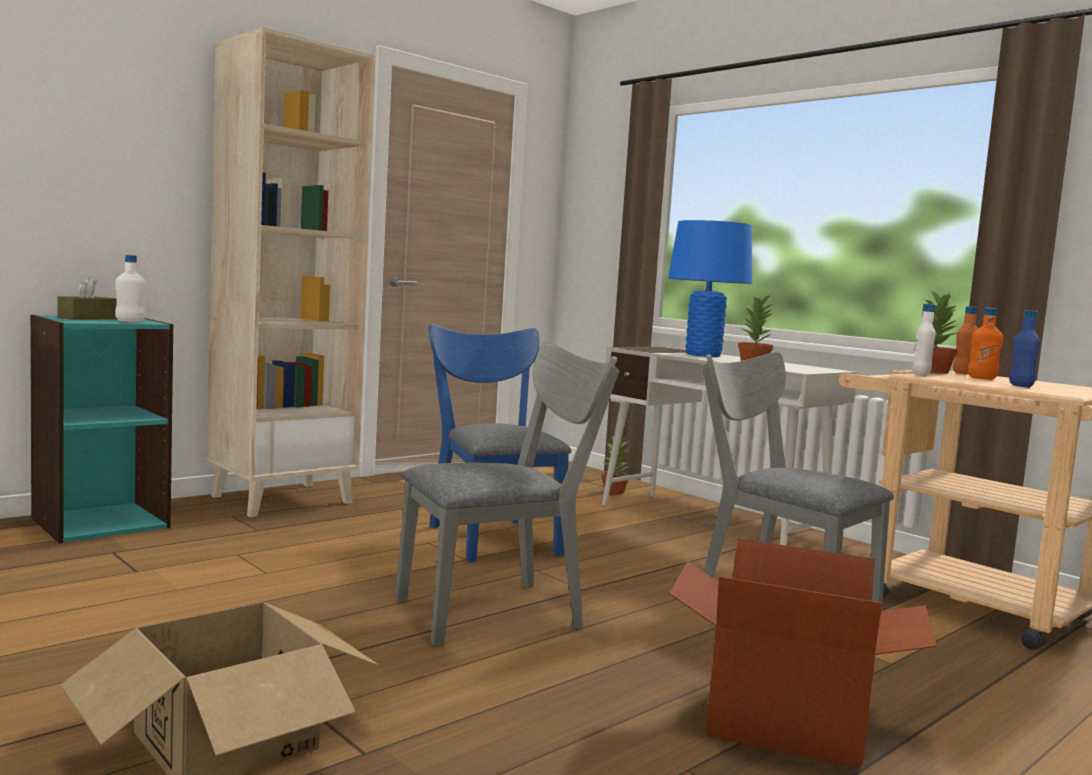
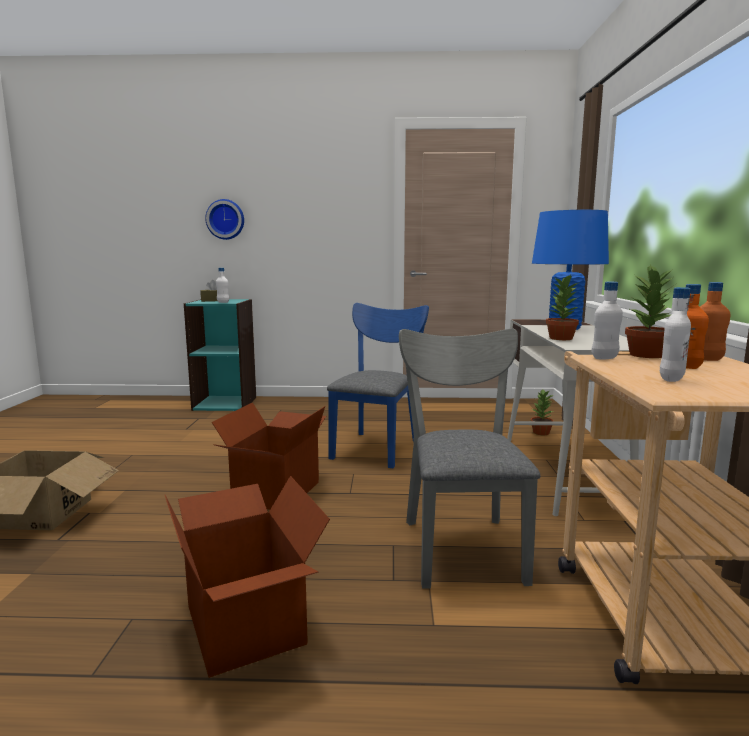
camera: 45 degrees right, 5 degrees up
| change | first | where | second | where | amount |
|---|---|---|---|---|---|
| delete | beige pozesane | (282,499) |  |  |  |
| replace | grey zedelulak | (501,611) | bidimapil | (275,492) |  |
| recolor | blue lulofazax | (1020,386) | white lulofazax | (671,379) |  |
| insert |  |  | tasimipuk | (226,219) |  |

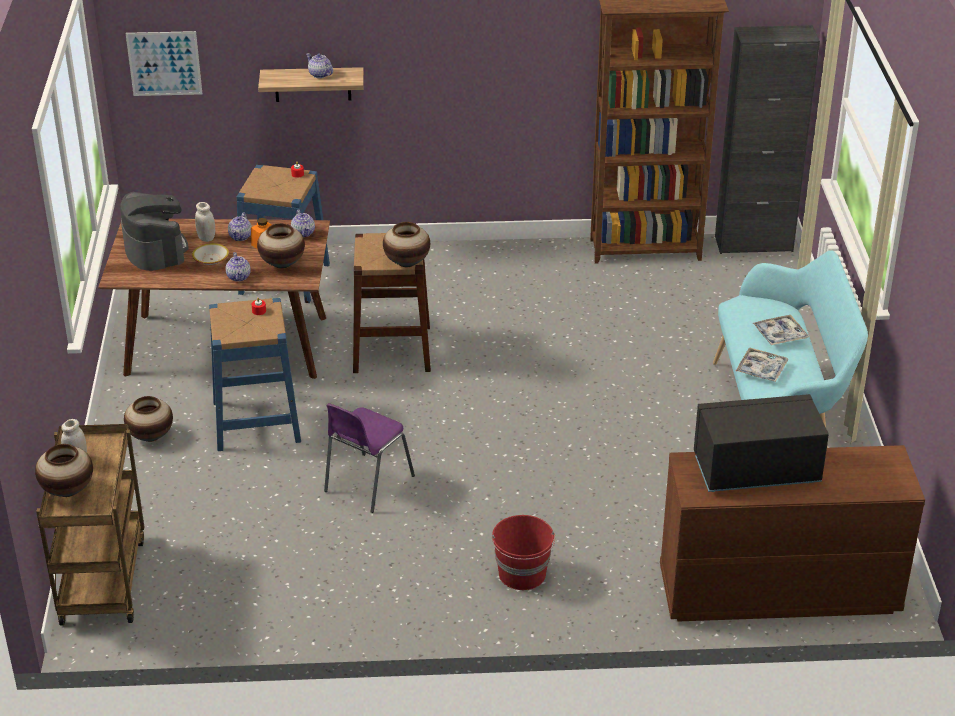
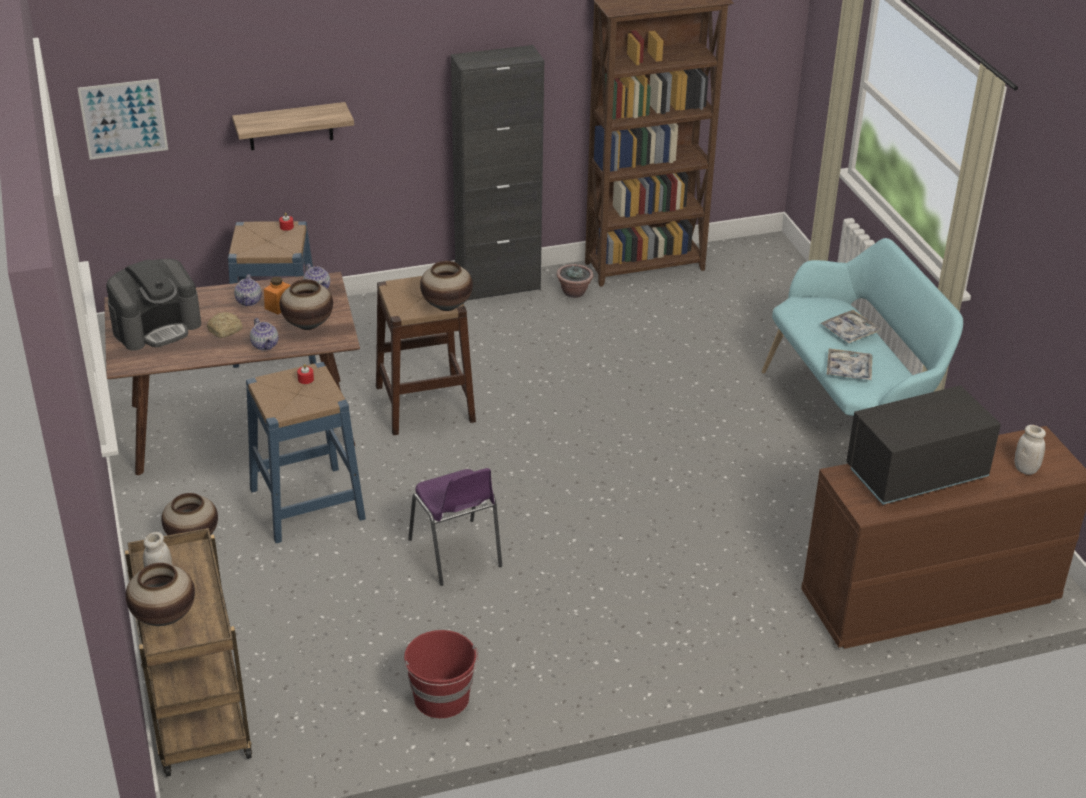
camera: 15 degrees left, 0 degrees up
| change | first | where | second | where | amount |
|---|---|---|---|---|---|
| rotate | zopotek | (155,249) |  | (157,327) | 90 degrees clockwise |
| replace | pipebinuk | (211,259) | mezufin | (226,330) |  |
| move | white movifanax | (206,238) |  | (1025,469) |  |
| delete | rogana | (319,74) |  |  |  |
| rotate | purple zedelulak | (367,484) |  | (456,554) | 45 degrees counterclockwise |
| move | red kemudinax | (522,574) |  | (442,698) |  |
| move | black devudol | (753,244) |  | (498,286) |  |
| insert |  |  | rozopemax | (574,292) |  |

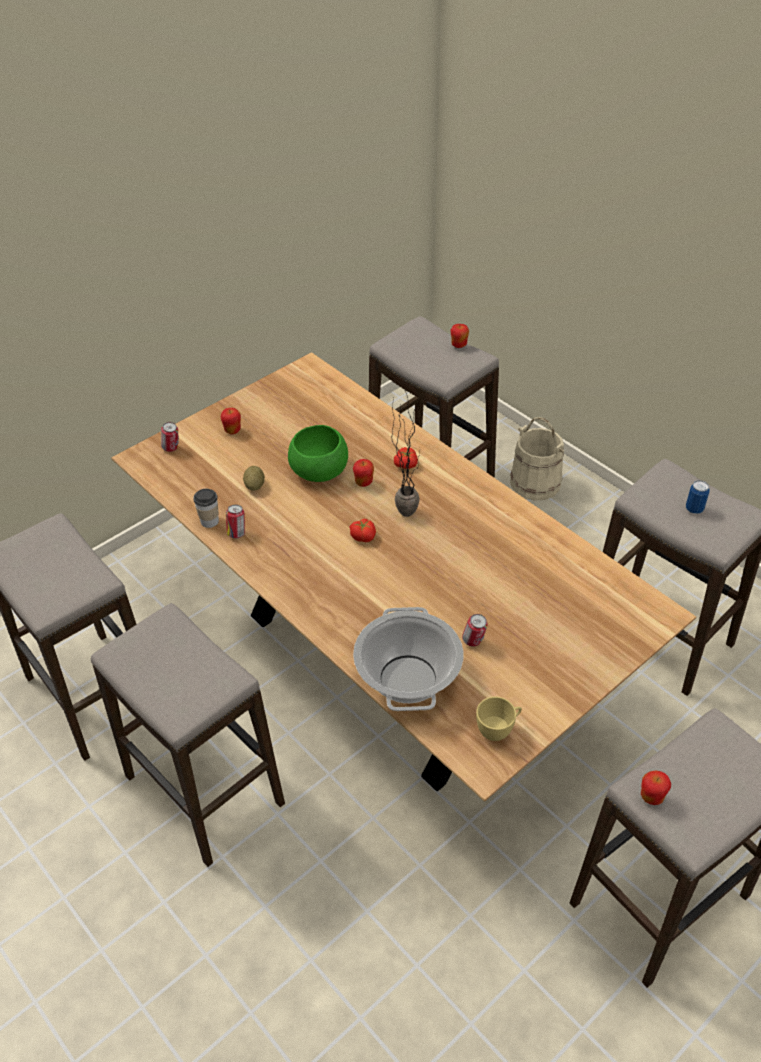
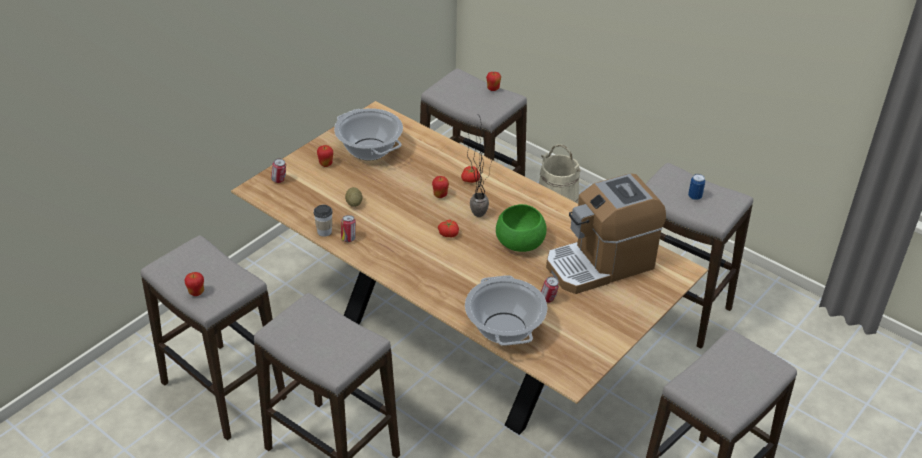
camera: 10 degrees left, 5 degrees down
| change | first | where | second | where | amount |
|---|---|---|---|---|---|
| move | green pipebinuk | (318,470) |  | (519,242) |  |
| delete | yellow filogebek | (498,729) |  |  |  |
| move | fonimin | (651,797) |  | (196,292) |  |
| insert |  |  | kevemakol | (369,149) |  |
| insert |  |  | zopotek | (600,264) |  |

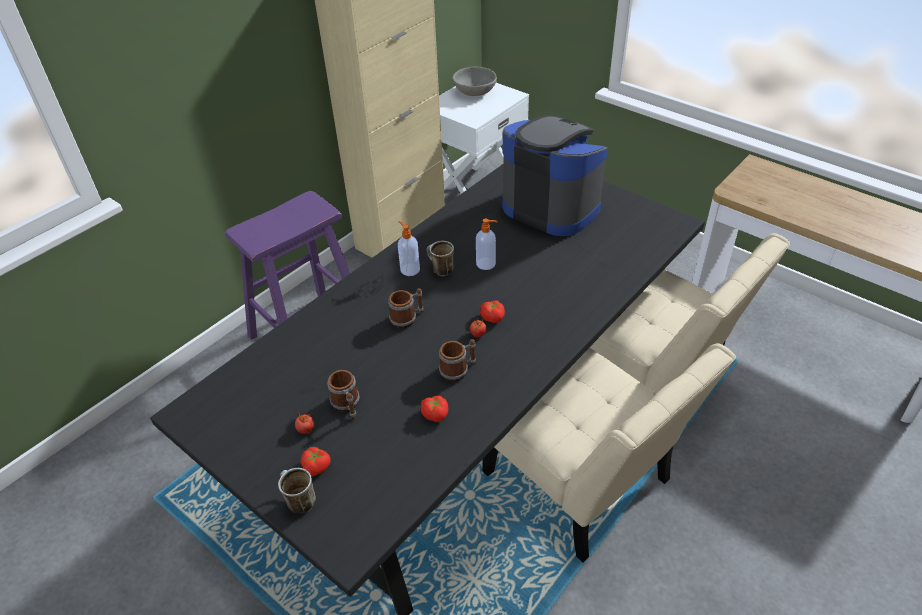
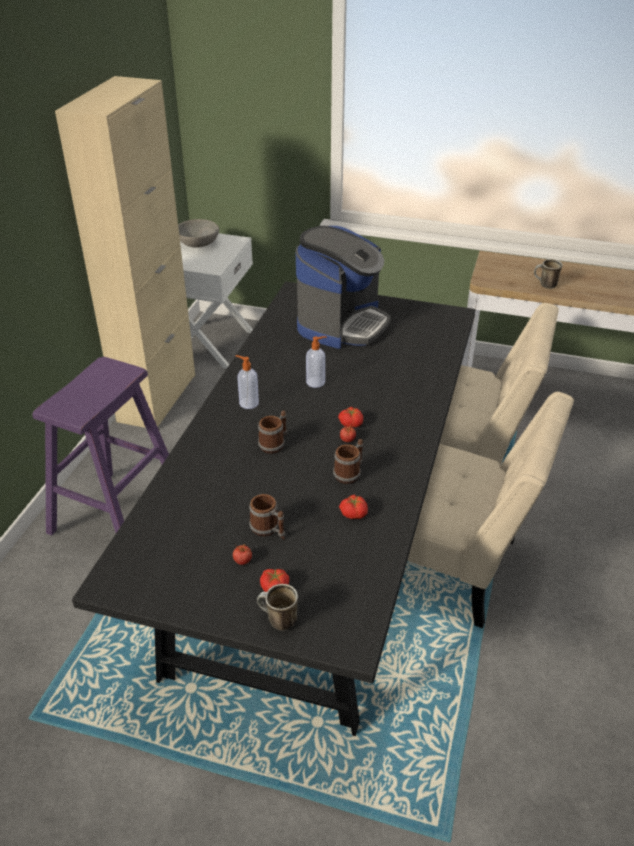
camera: 25 degrees left, 5 degrees down
| change | first | where | second | where | amount |
|---|---|---|---|---|---|
| move | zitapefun | (439,270) |  | (544,285) |  |
| rotate | zopotek | (551,207) |  | (342,324) | 105 degrees clockwise |

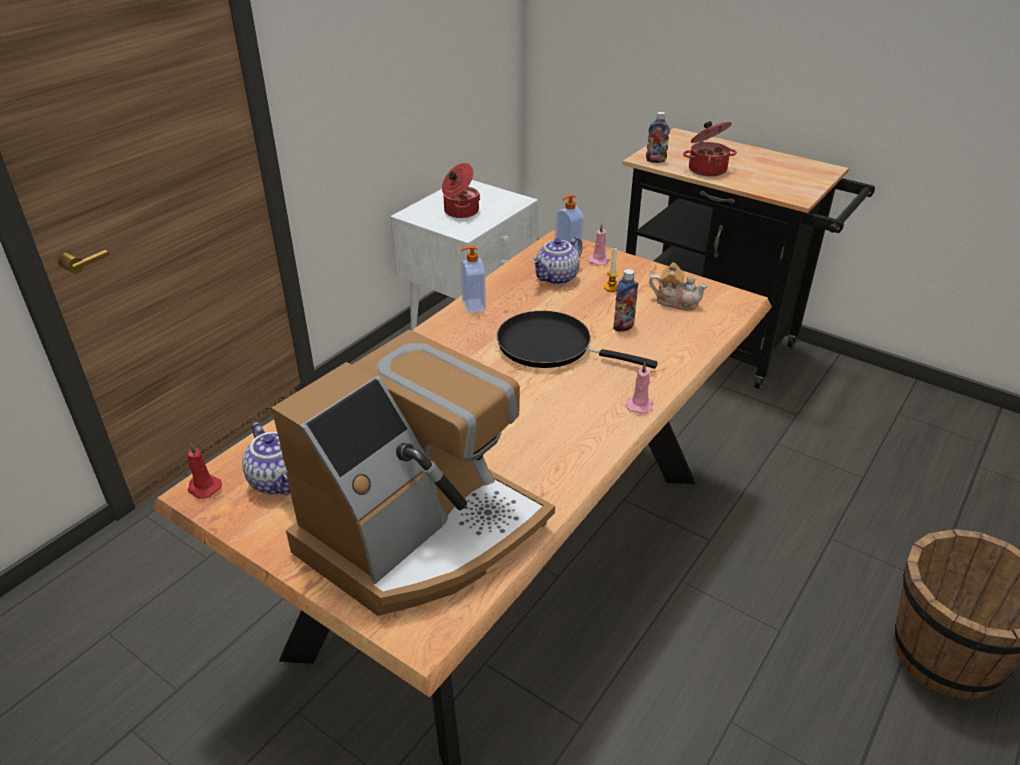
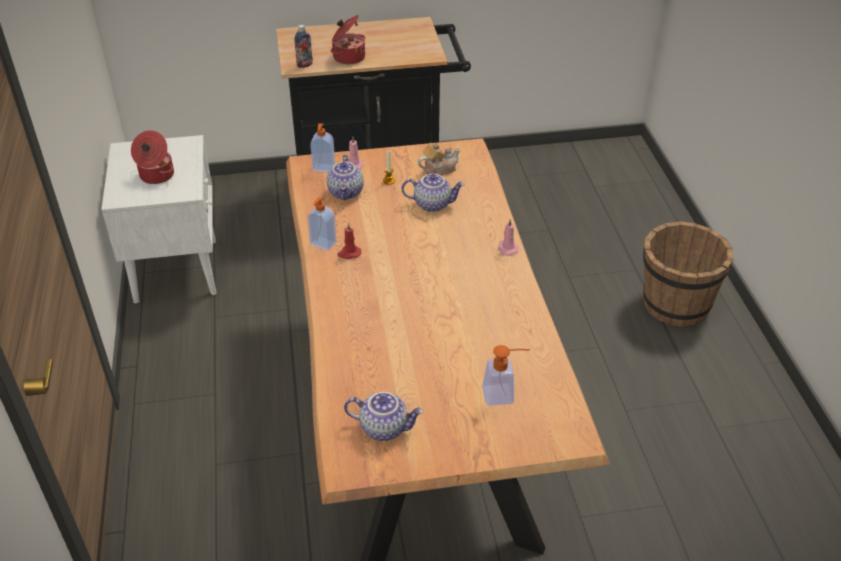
camera: 45 degrees left, 5 degrees up
| change | first | where | second | where | amount |
|---|---|---|---|---|---|
| move | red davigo | (203,487) |  | (349,253) |  |
| replace | zopotek | (422,533) | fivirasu | (504,394) |  |
| delete | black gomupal | (551,346) |  |  |  |
| replace | lulofazax | (623,326) | rogana | (433,204) |  |

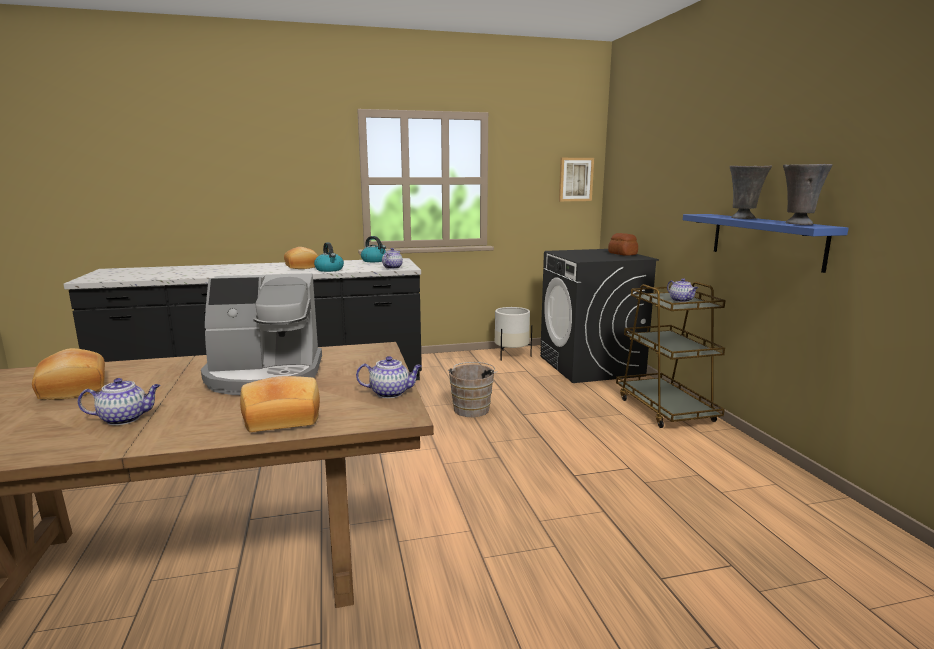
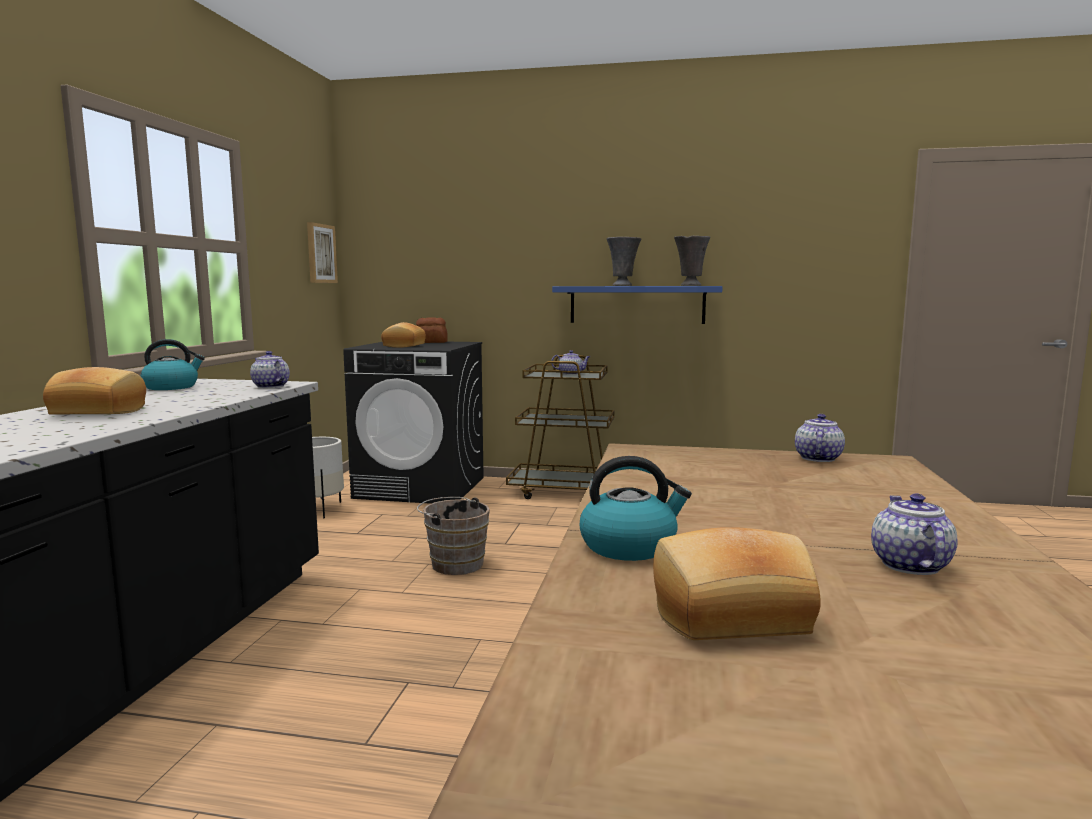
camera: 65 degrees left, 5 degrees down
| change | first | where | second | where | amount |
|---|---|---|---|---|---|
| delete | zopotek | (265,376) |  |  |  |
| move | mezufin | (282,418) |  | (403,346) |  |
| move | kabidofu | (329,270) |  | (629,546) |  |

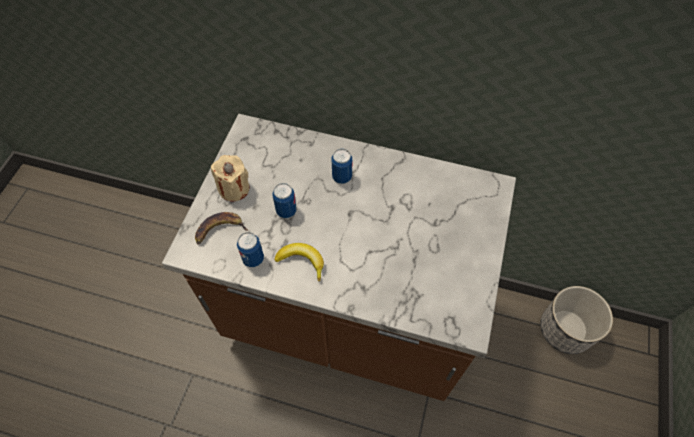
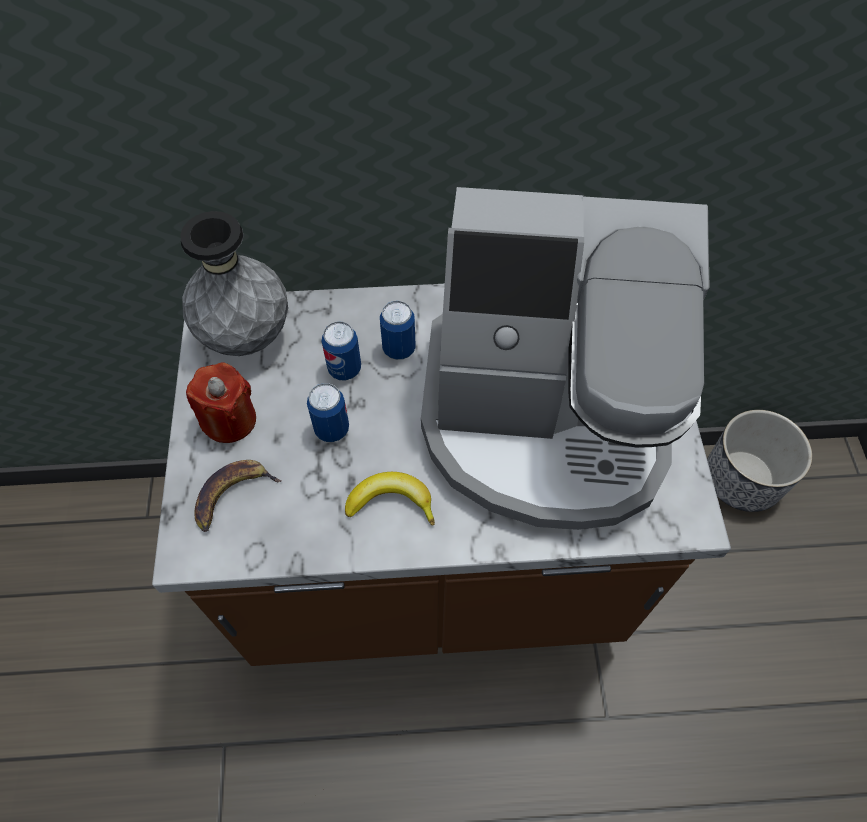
camera: 20 degrees left, 0 degrees up
| change | first | where | second | where | amount |
|---|---|---|---|---|---|
| recolor | beige davigo | (234,188) | red davigo | (230,420) |  |
| move | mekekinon | (253,259) |  | (344,369) |  |
| insert |  |  | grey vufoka | (246,337) |  |
| insert |  |  | zopotek | (545,419) |  |

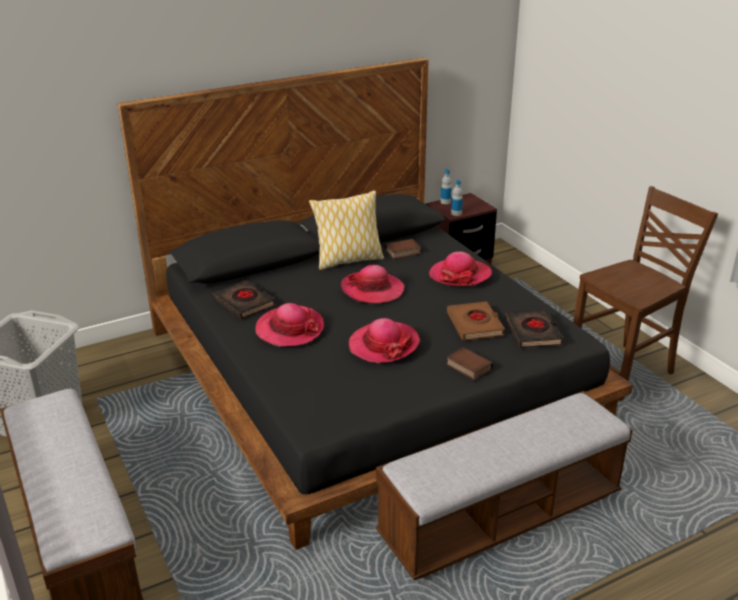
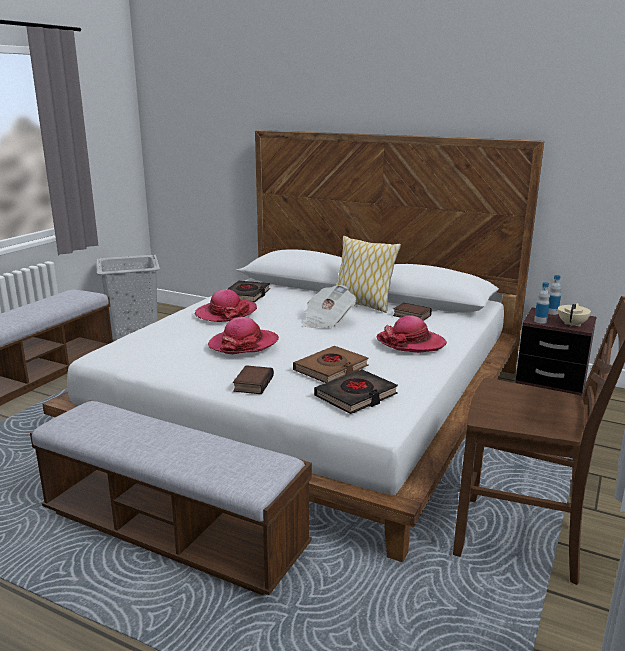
camera: 55 degrees right, 10 degrees down
| change | first | where | second | where | amount |
|---|---|---|---|---|---|
| recolor | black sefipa | (369,374) | white sefipa | (312,405) |  |
| replace | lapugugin | (372,290) | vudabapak | (327,321) |  |
| insert |  |  | beige rogana | (572,324) |  |

